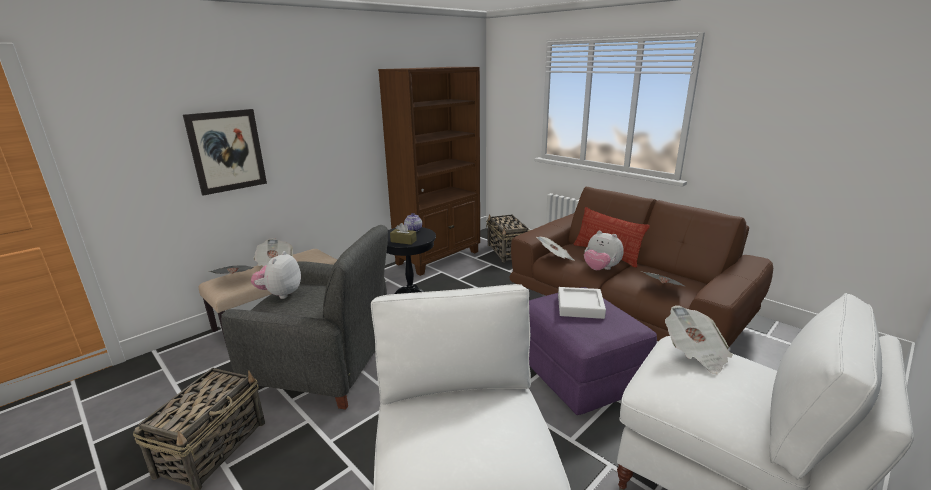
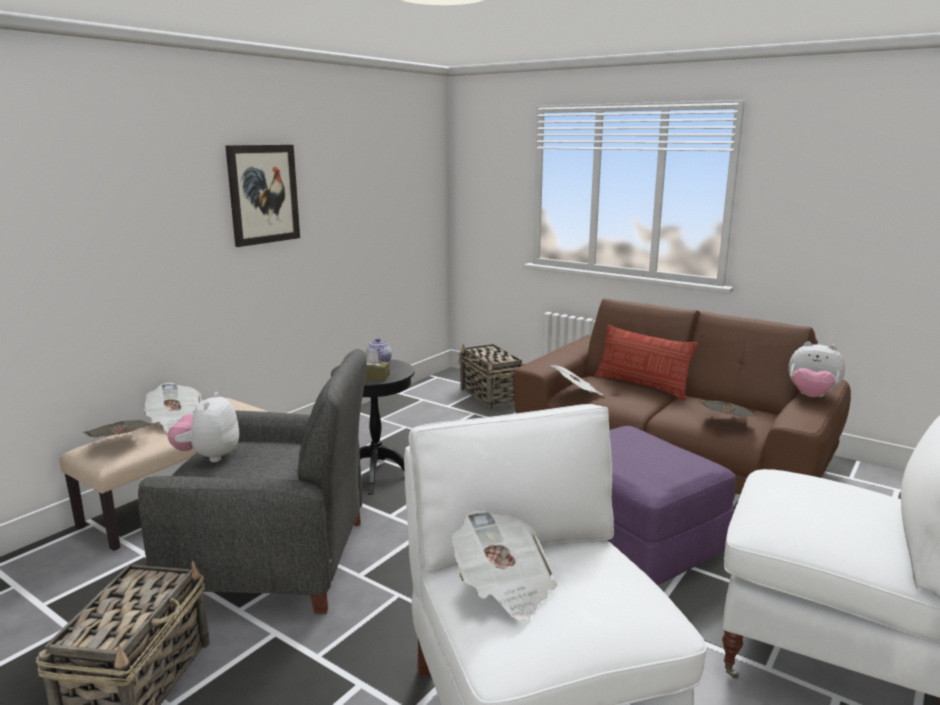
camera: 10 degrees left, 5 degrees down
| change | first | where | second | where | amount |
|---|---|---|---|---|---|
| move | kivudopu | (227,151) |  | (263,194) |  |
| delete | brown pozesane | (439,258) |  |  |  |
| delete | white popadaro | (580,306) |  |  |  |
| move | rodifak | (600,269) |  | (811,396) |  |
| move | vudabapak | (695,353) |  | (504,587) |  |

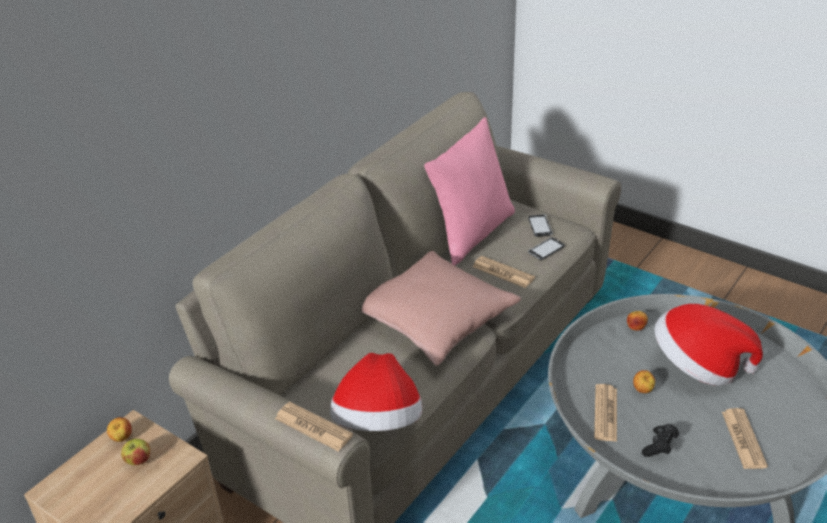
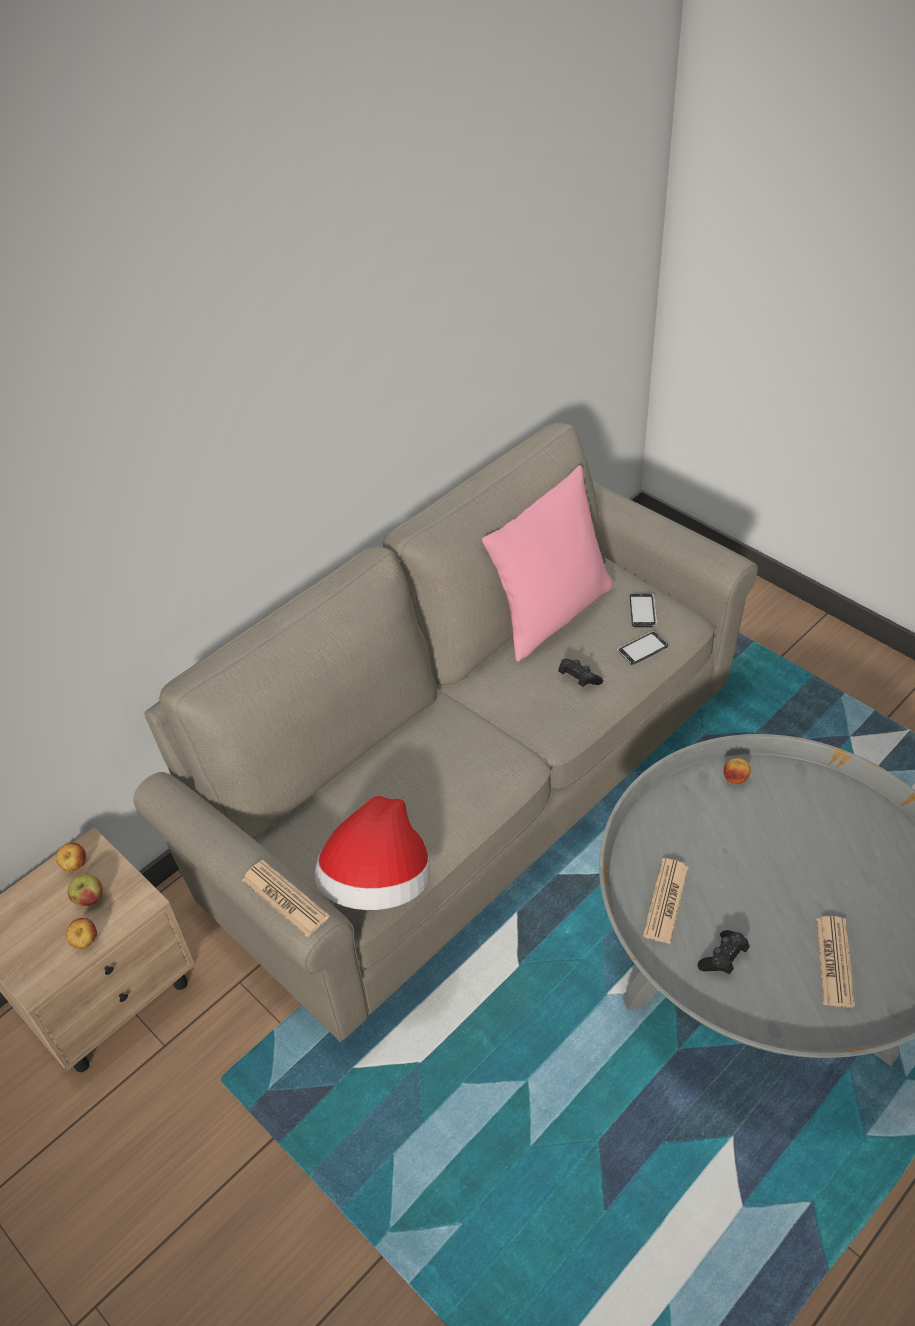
camera: 10 degrees right, 10 degrees up
| change | first | where | second | where | amount |
|---|---|---|---|---|---|
| delete | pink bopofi | (434,320) |  |  |  |
| replace | vudabapak | (503,272) | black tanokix | (578,679) |  |
| move | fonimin | (642,390) |  | (85,942) |  |
| delete | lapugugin | (698,366) |  |  |  |

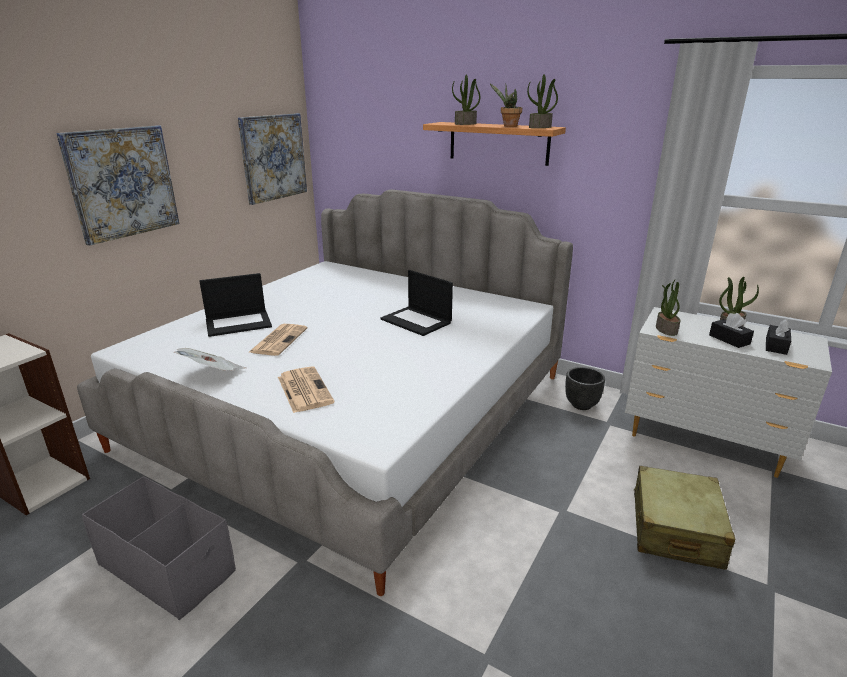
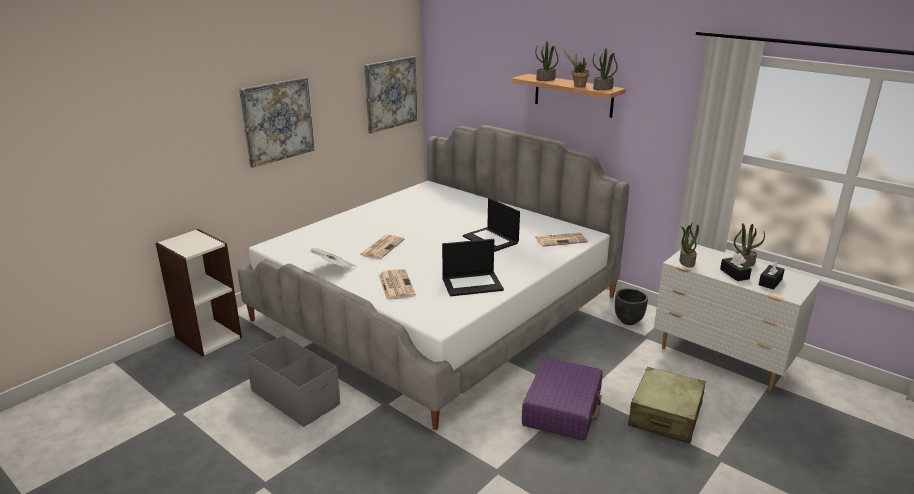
camera: 10 degrees right, 0 degrees up
| change | first | where | second | where | amount |
|---|---|---|---|---|---|
| move | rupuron | (239,323) |  | (472,284) |  |
| insert |  |  | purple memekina | (562,409) |  |
| insert |  |  | vudabapak | (561,240) |  |

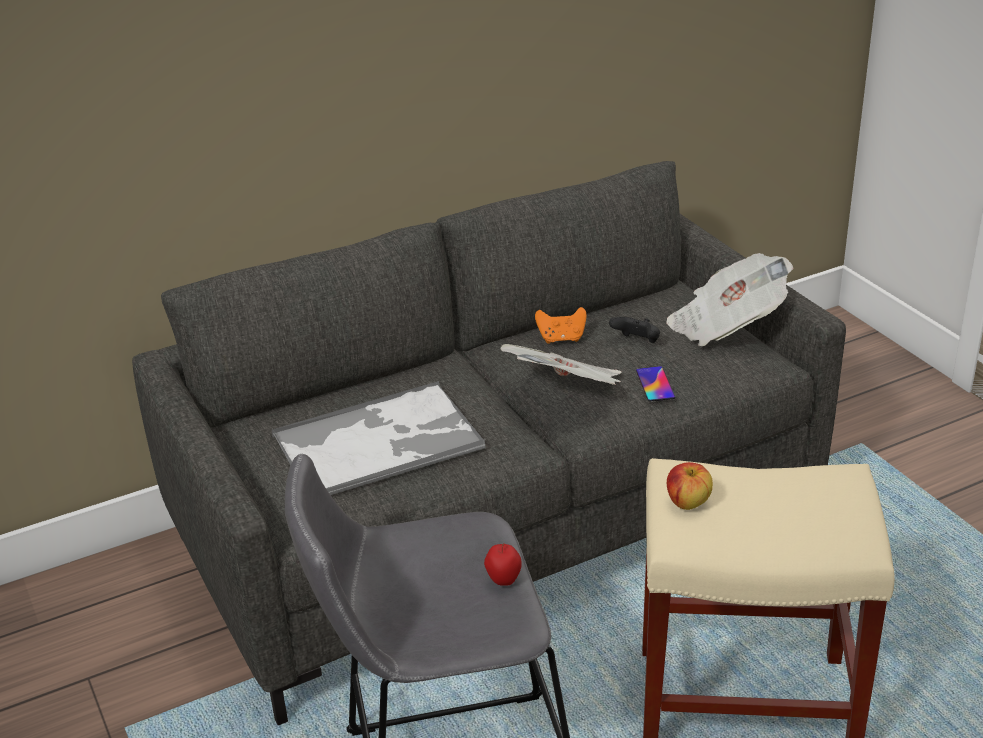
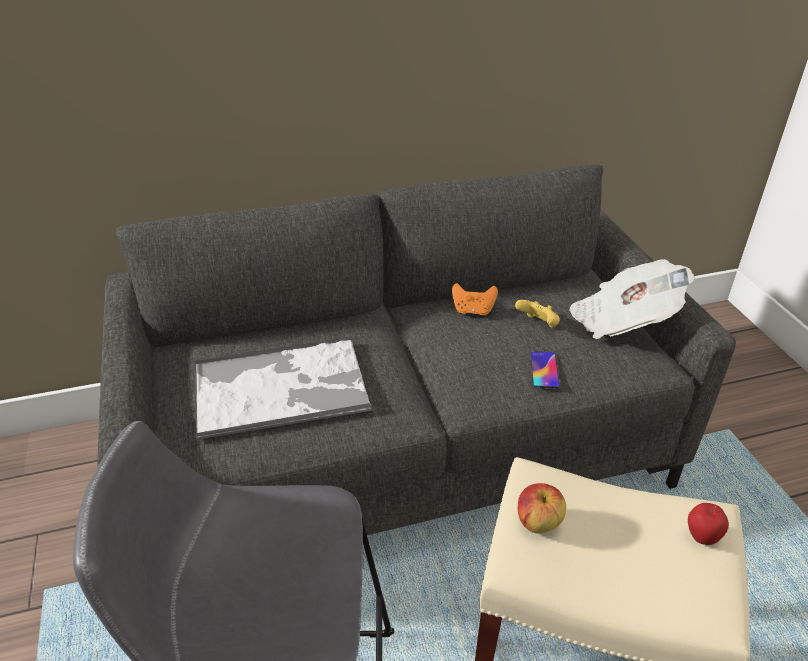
camera: 10 degrees right, 5 degrees up
| change | first | where | second | where | amount |
|---|---|---|---|---|---|
| move | fonimin | (503,581) |  | (701,537) |  |
| delete | vudabapak | (567,392) |  |  |  |
| recolor | black tanokix | (636,342) | yellow tanokix | (538,325) |  |

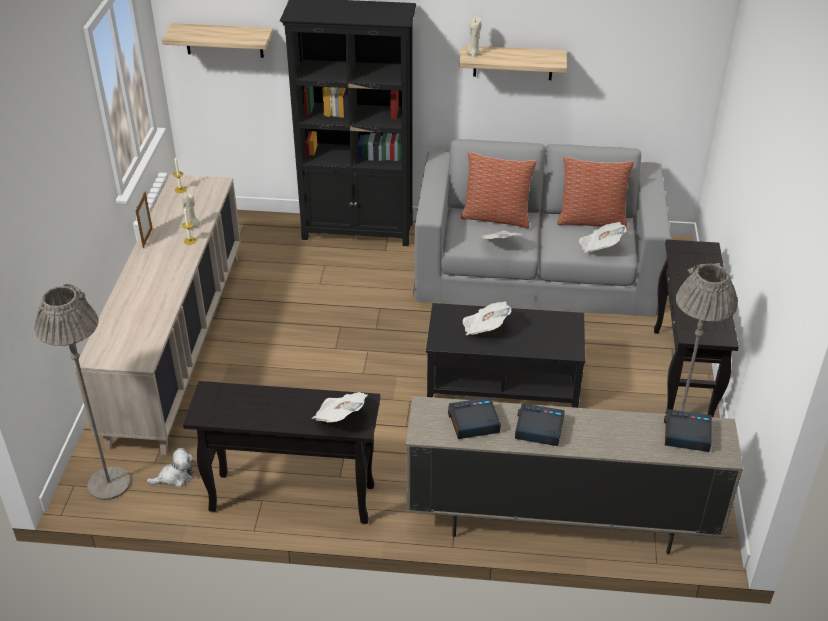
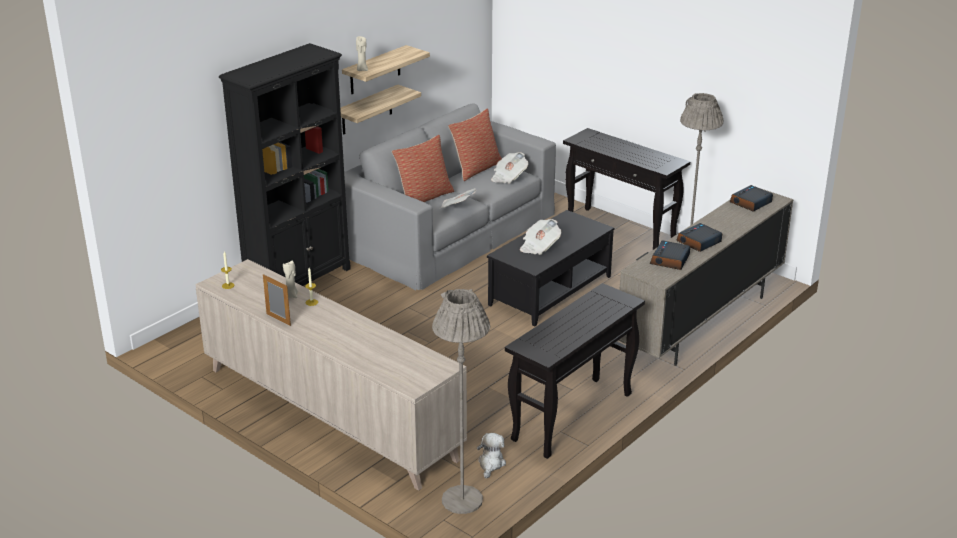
camera: 55 degrees left, 10 degrees down
| change | first | where | second | where | amount |
|---|---|---|---|---|---|
| move | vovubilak | (224,40) |  | (366,110) |  |
| delete | vudabapak | (340,417) |  |  |  |

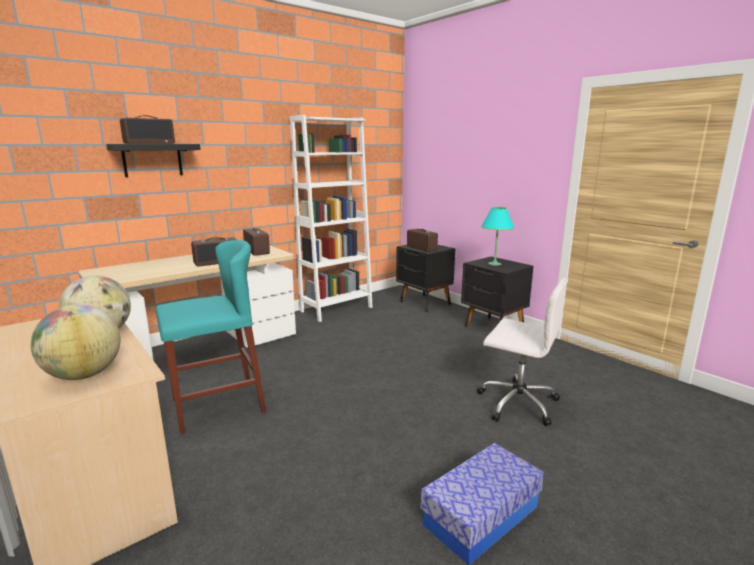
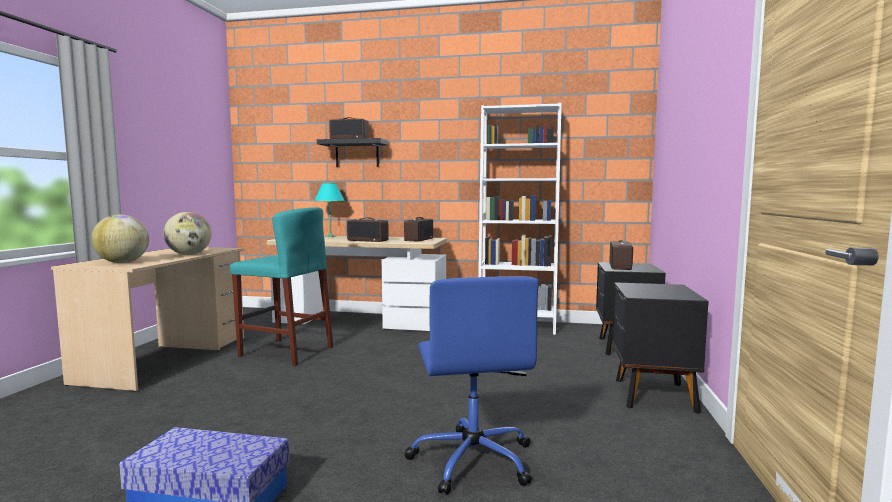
camera: 50 degrees right, 10 degrees down
| change | first | where | second | where | amount |
|---|---|---|---|---|---|
| recolor | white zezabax | (516,402) | blue zezabax | (472,459) |  |
| move | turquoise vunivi | (494,264) |  | (330,236) |  |

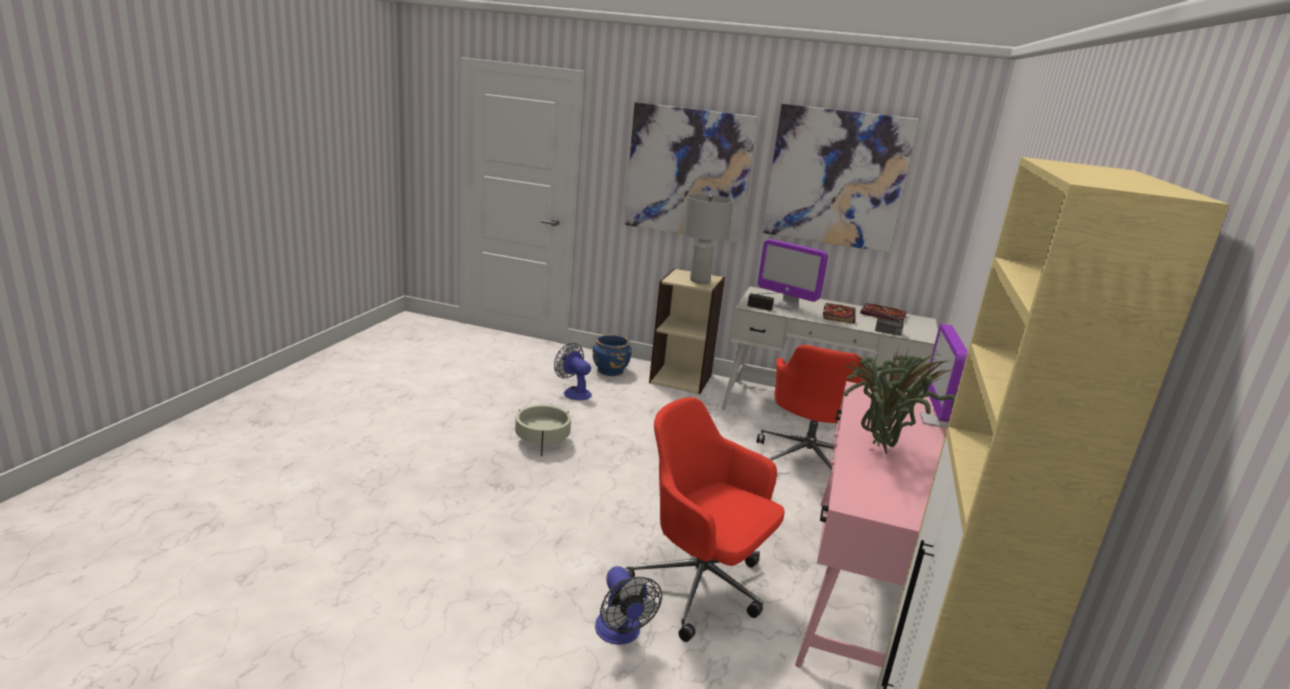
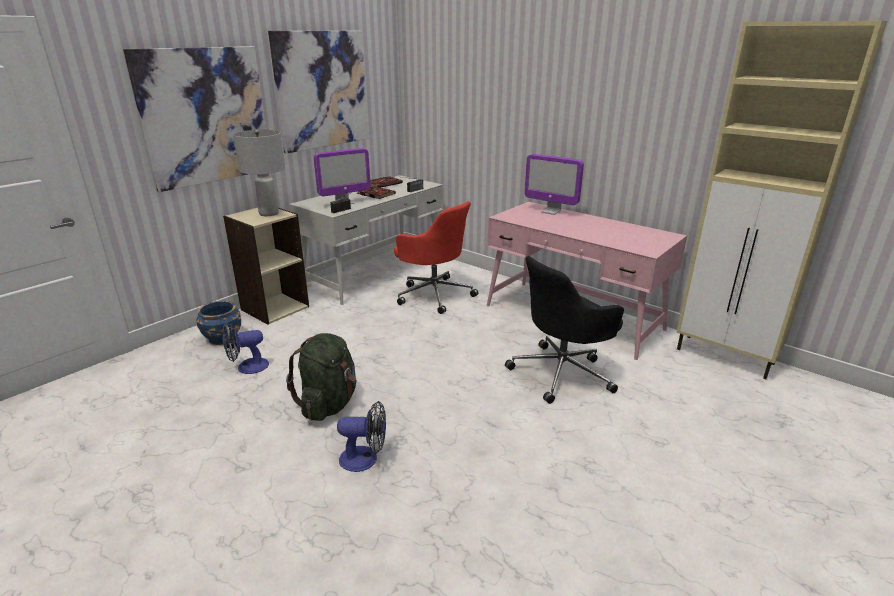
camera: 65 degrees left, 5 degrees up
| change | first | where | second | where | amount |
|---|---|---|---|---|---|
| replace | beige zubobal | (542,441) | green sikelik | (329,404) |  |
| move | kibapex | (620,633) |  | (365,458) |  |
| recolor | red zezabax | (700,587) | black zezabax | (562,373) |  |
| delete | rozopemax | (877,451) |  |  |  |

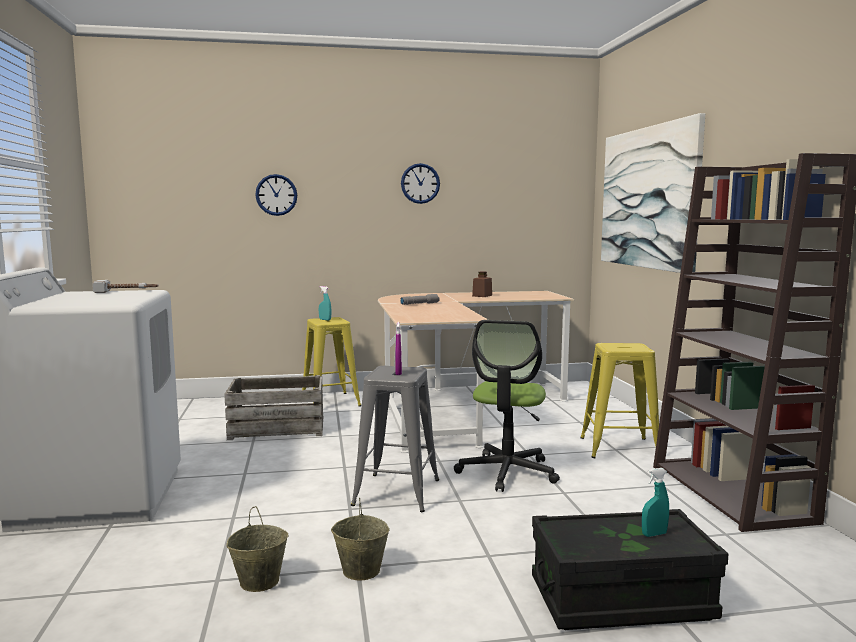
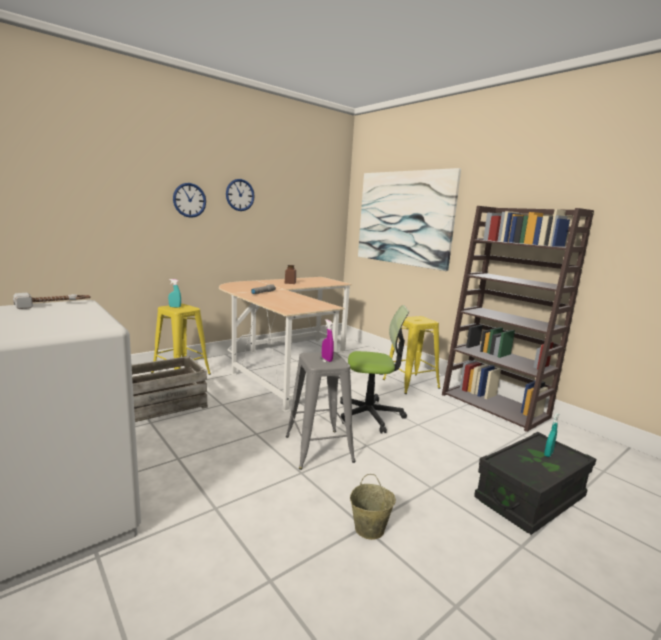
camera: 30 degrees left, 5 degrees up
| change | first | where | second | where | amount |
|---|---|---|---|---|---|
| delete | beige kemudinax | (258,581) |  |  |  |
| move | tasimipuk | (276,195) |  | (189,200) |  |
| rotate | zezabax | (507,472) |  | (370,415) | 75 degrees counterclockwise |

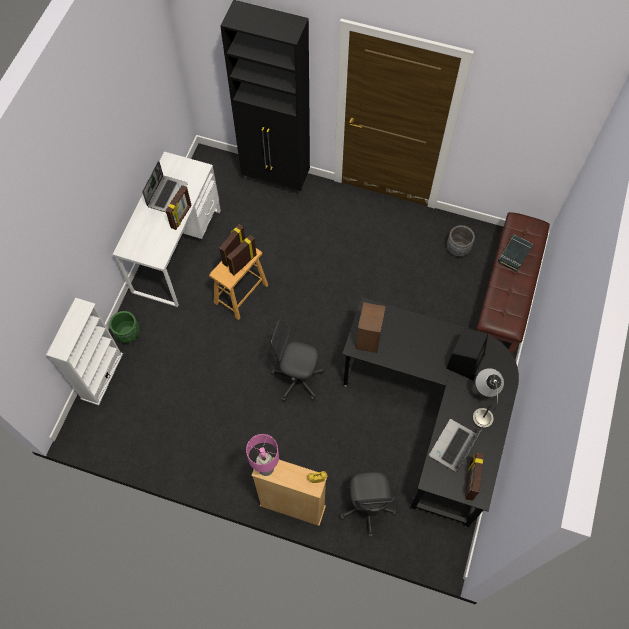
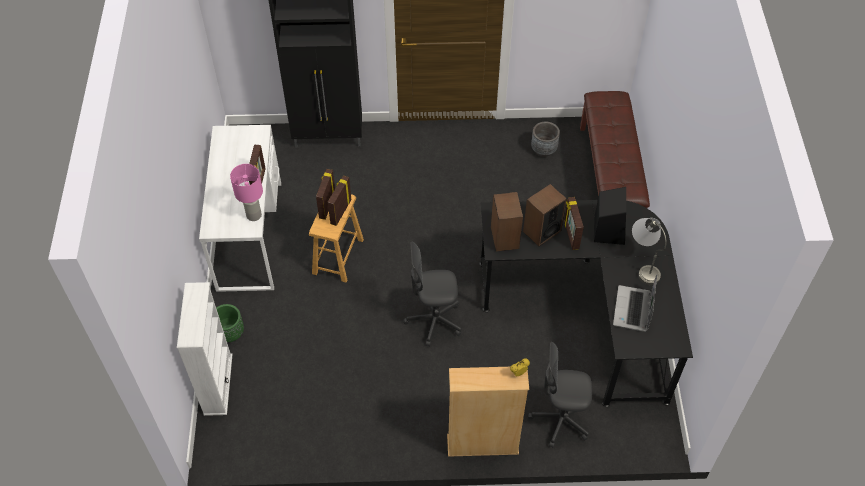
camera: 20 degrees left, 10 degrees down
| change | first | where | second | where | amount |
|---|---|---|---|---|---|
| delete | rupuron | (167,194) |  |  |  |
| move | pink vunivi | (265,468) |  | (253,215) |  |
| rotate | grey zezabax | (367,508) |  | (560,420) | 120 degrees clockwise |
| move | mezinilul | (470,481) |  | (570,235) |  |
| delete | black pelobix | (514,254) |  |  |  |
| insert |  |  | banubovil | (541,231) |  |

